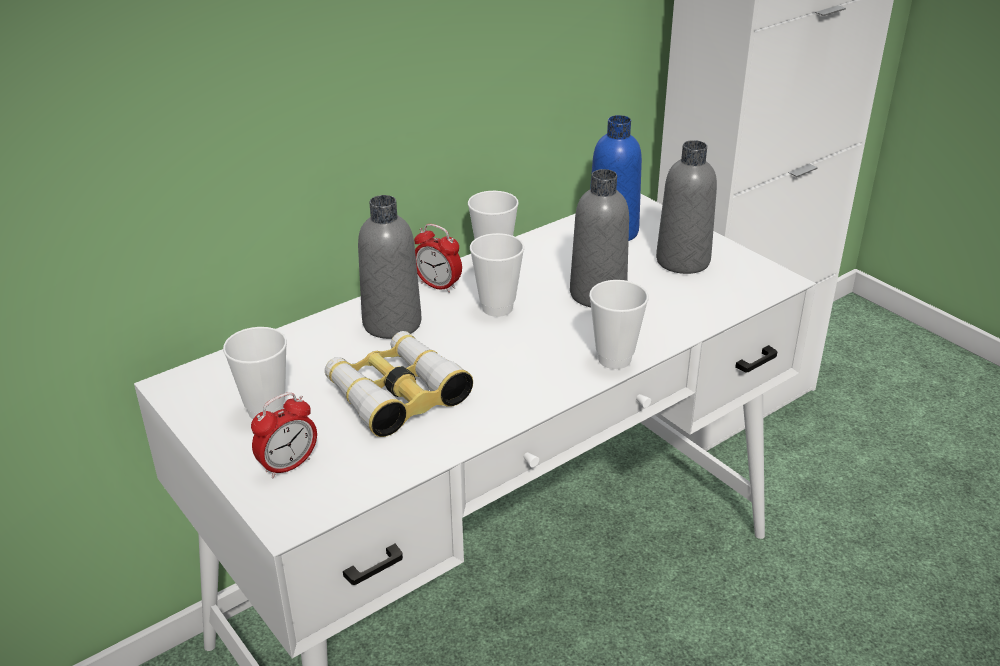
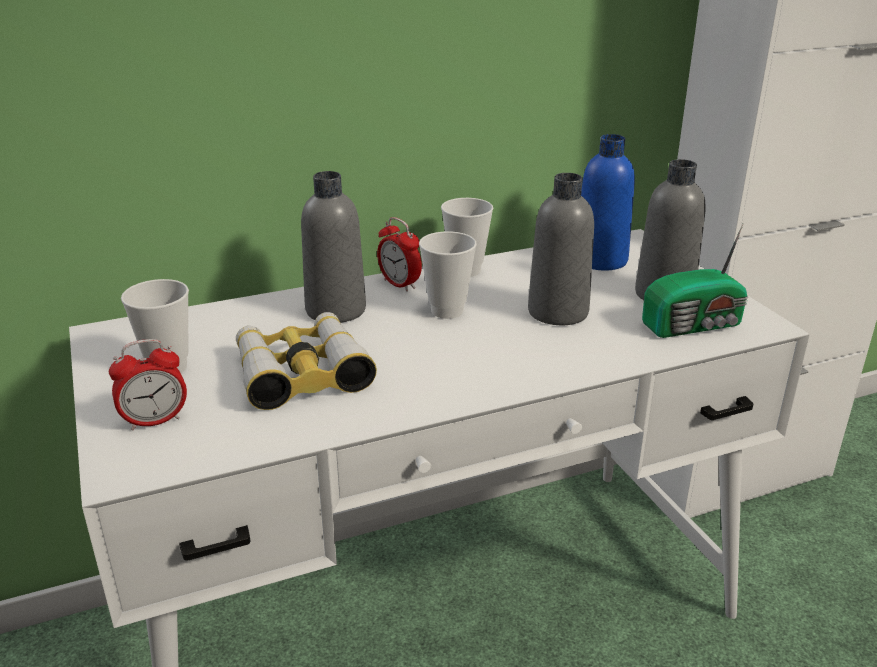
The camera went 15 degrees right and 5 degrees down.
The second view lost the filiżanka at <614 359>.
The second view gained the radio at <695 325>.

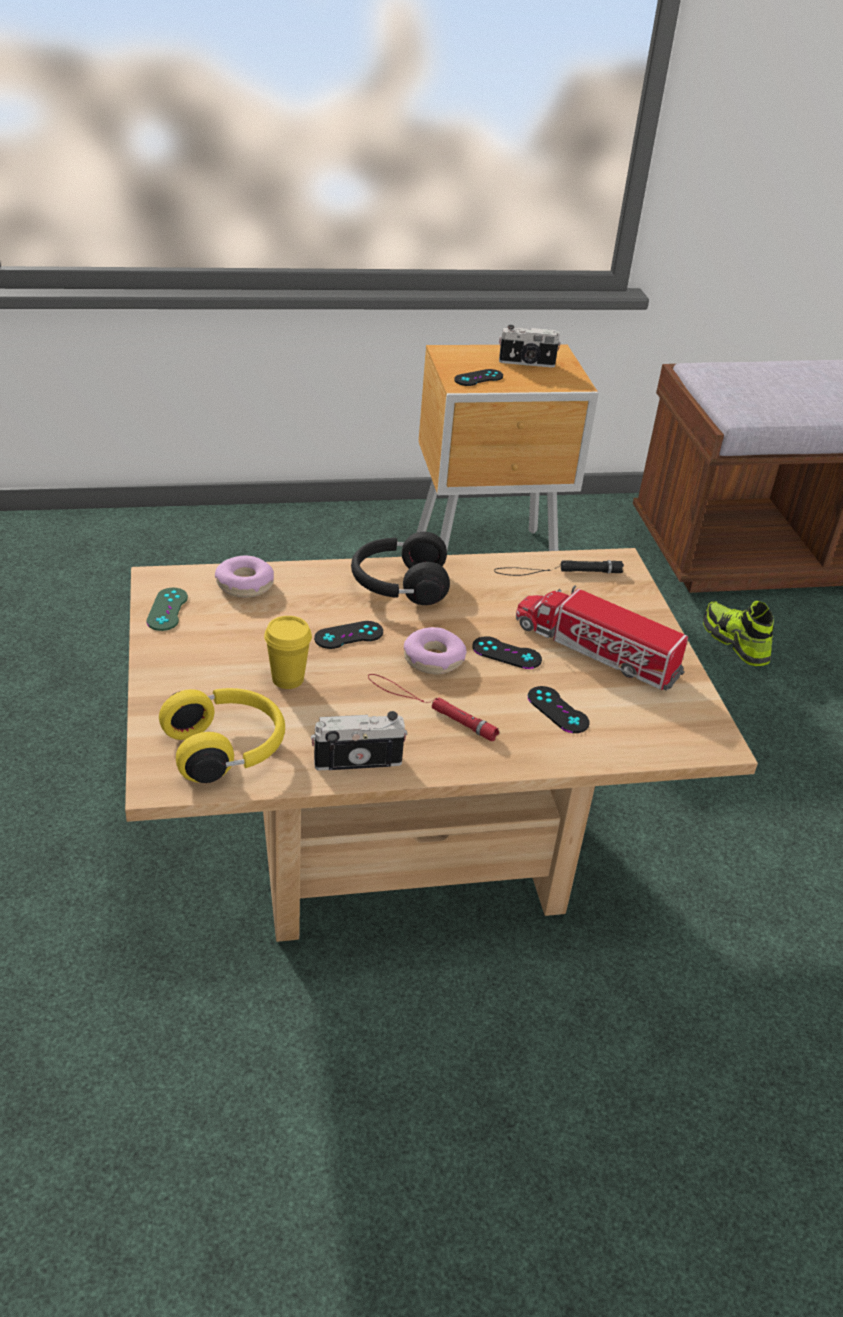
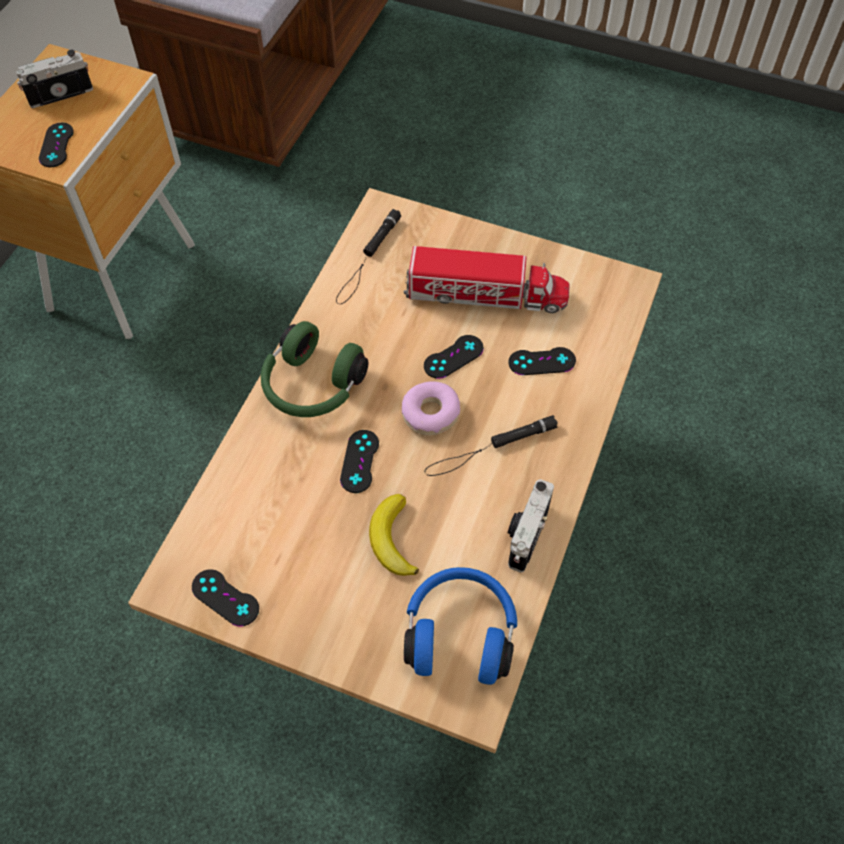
The camera went 55 degrees left and 20 degrees up.
What was the pad do gier (zielony) at <167 609> turned into the pad do gier (czarny) at <225 598>.
What was the słuchawki (żółty) at <226 749> turned into the słuchawki (niebieski) at <460 631>.
The second view lost the donut at <245 584>.
Where the filiżanka (żółty) stood at <288 679>, the banan came to stand at <392 539>.
What was the słuchawki (czarny) at <398 586> turned into the słuchawki (zielony) at <312 386>.
What was the latarka (czerwony) at <430 707> turned into the latarka (czarny) at <490 449>.
The aparat fotograficzny at <527 363> ended up facing another way, 150 degrees counterclockwise from before.
The ciężarówka zabawkowa at <595 650> ended up facing another way, 150 degrees counterclockwise from before.
The second view lost the but at <734 642>.

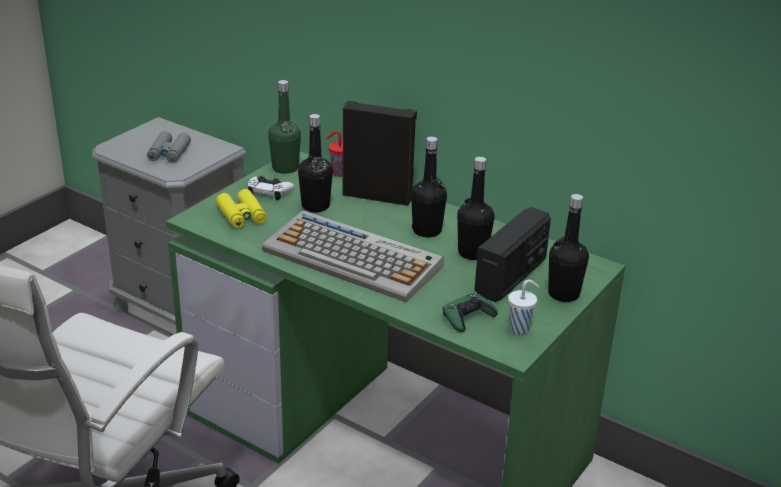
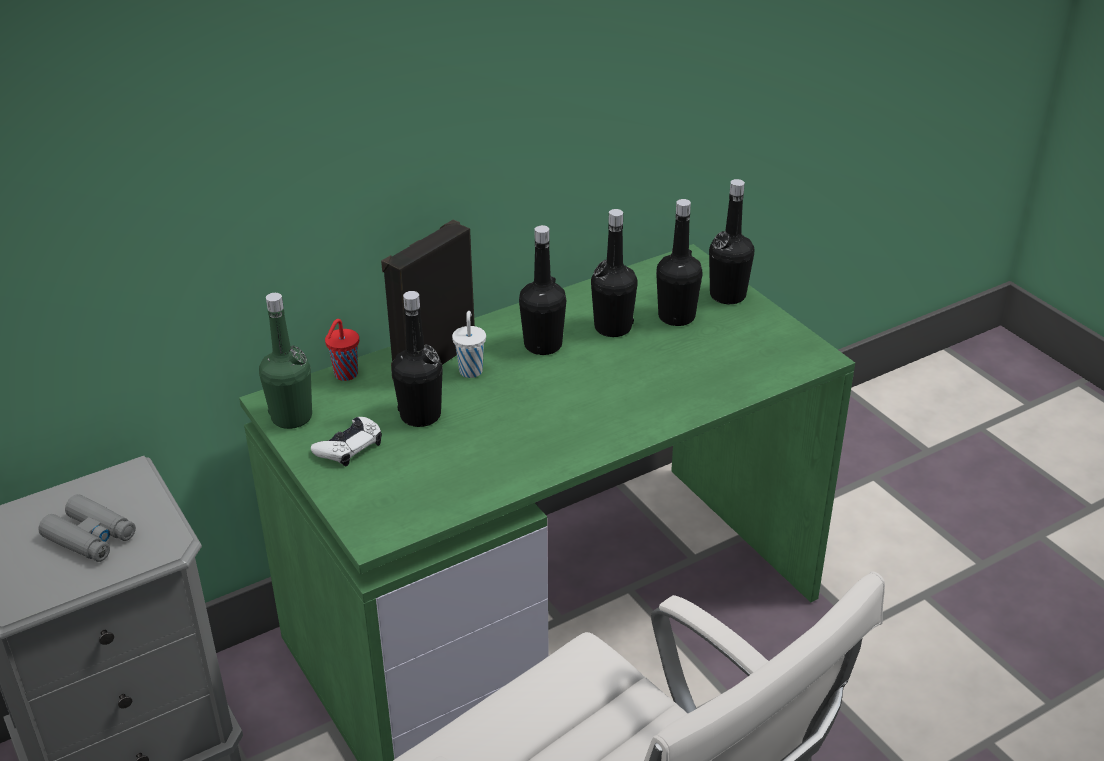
The camera went 65 degrees left and 5 degrees up.
The second view lost the lornetka (żółty) at <242 215>.
The second view lost the klawiatura at <354 258>.
The second view lost the pad do gier (zielony) at <468 317>.
Where the radio stood at <511 276>, the butelka (czarny) came to stand at <676 317>.
The filiżanka (biały) ended up elsewhere, having gone from <520 329> to <471 370>.

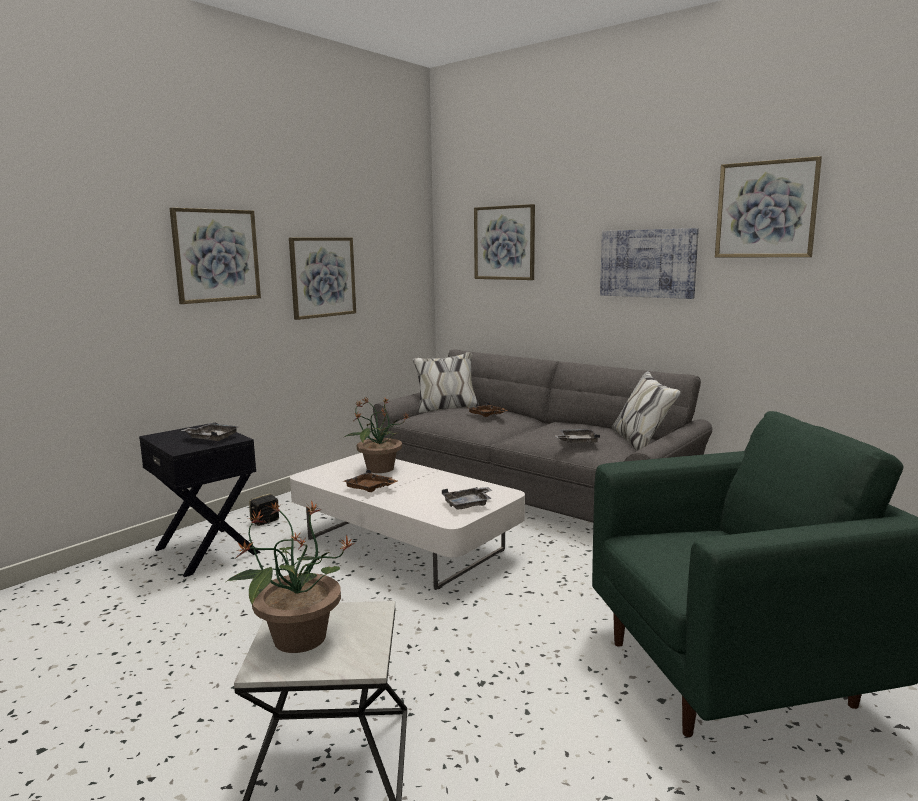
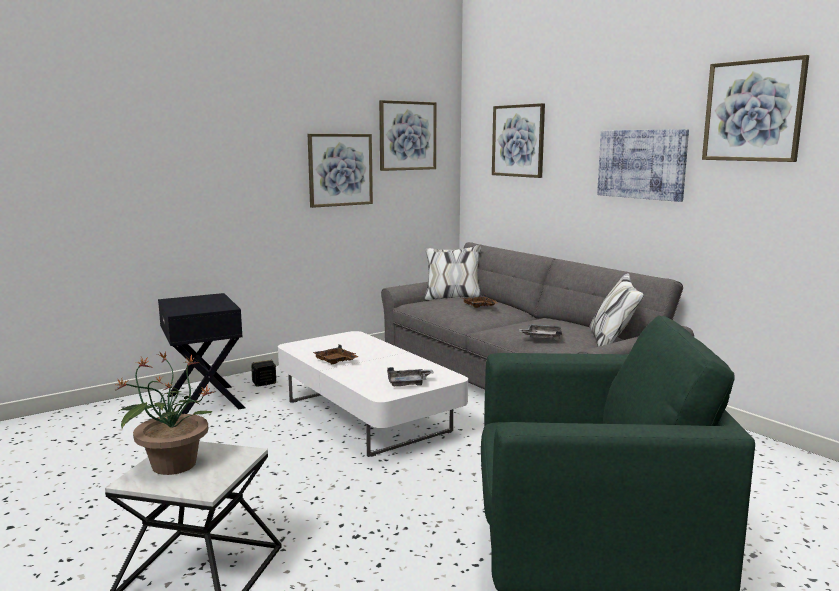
The camera went 15 degrees right and 0 degrees up.
The obraz ended up elsewhere, having gone from <216 255> to <407 136>.
The second view lost the taca (szary) at <212 438>.
The second view lost the roślina doniczkowa at <379 469>.

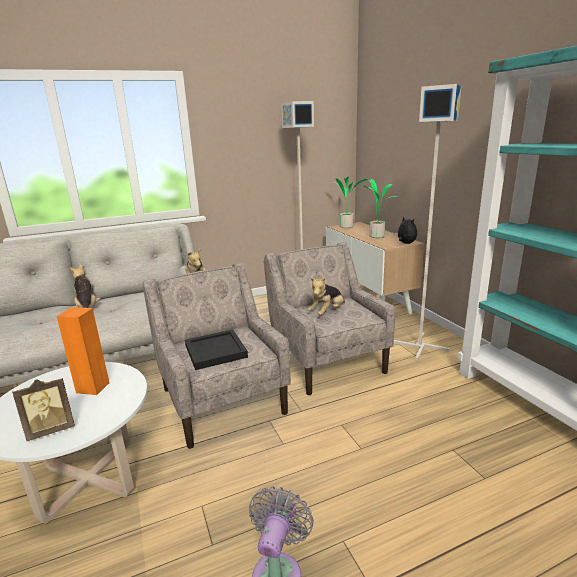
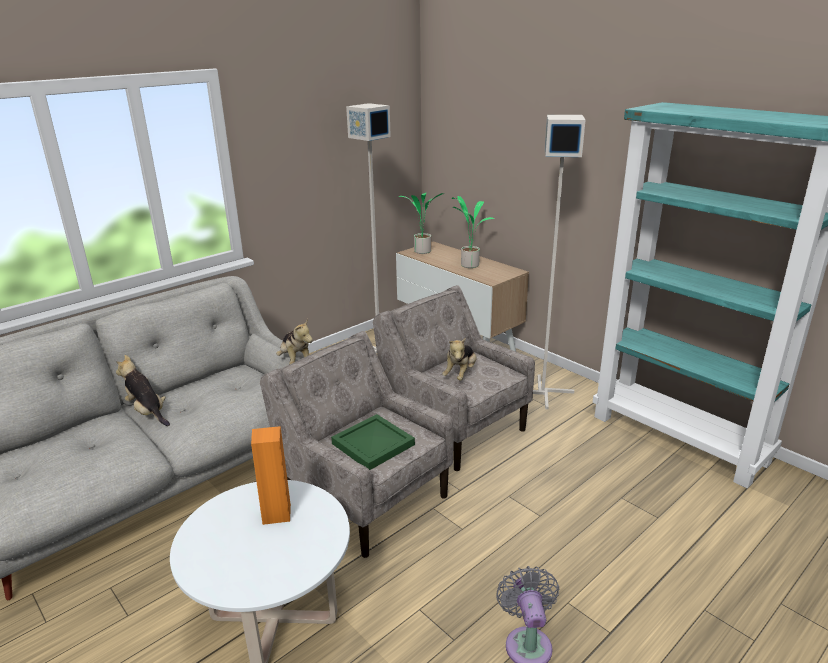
The camera went 20 degrees left and 5 degrees up.
The second view lost the ramka na zdjęcie at <51 429>.
What was the taca (czarny) at <214 351> turned into the taca (zielony) at <371 444>.
The second view lost the pluszak at <405 243>.

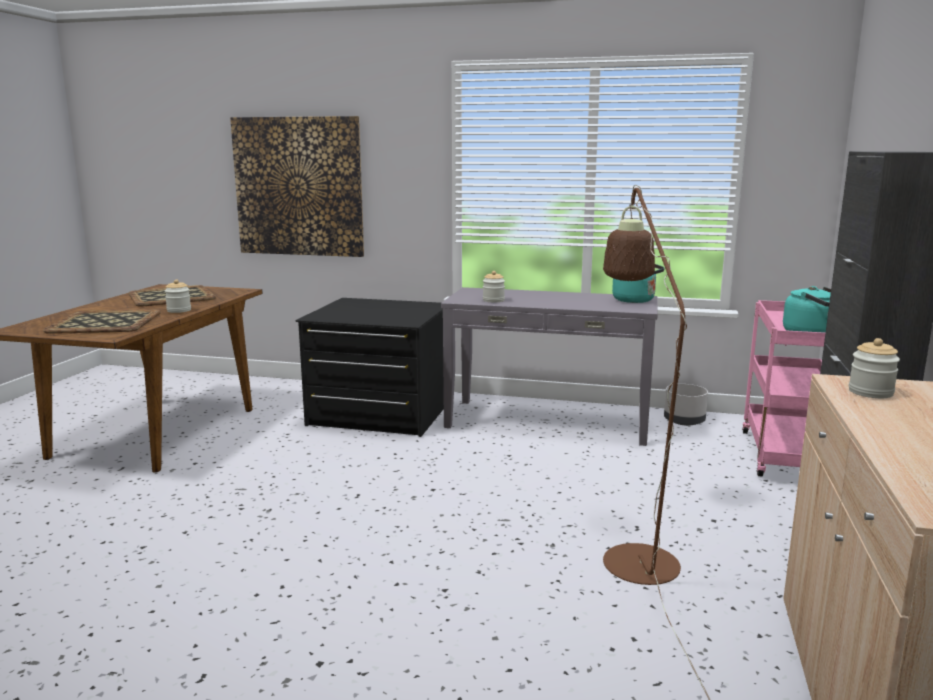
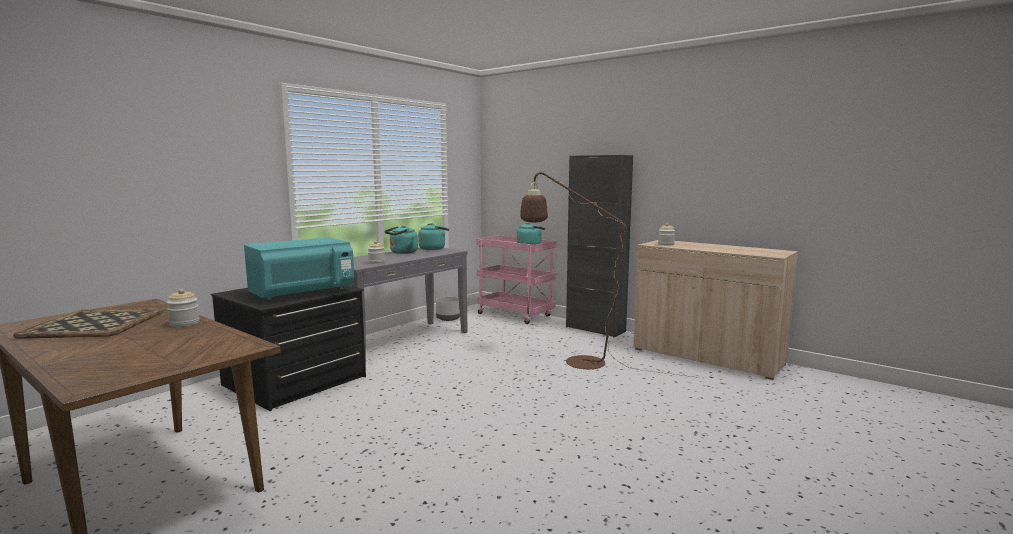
The camera went 65 degrees left and 5 degrees down.
The second view lost the taca at <104 323>.
The second view lost the obraz at <298 187>.
The second view gained the mikrofalówka (turkusowy) at <302 293>.
The second view gained the czajnik (turkusowy) at <402 252>.

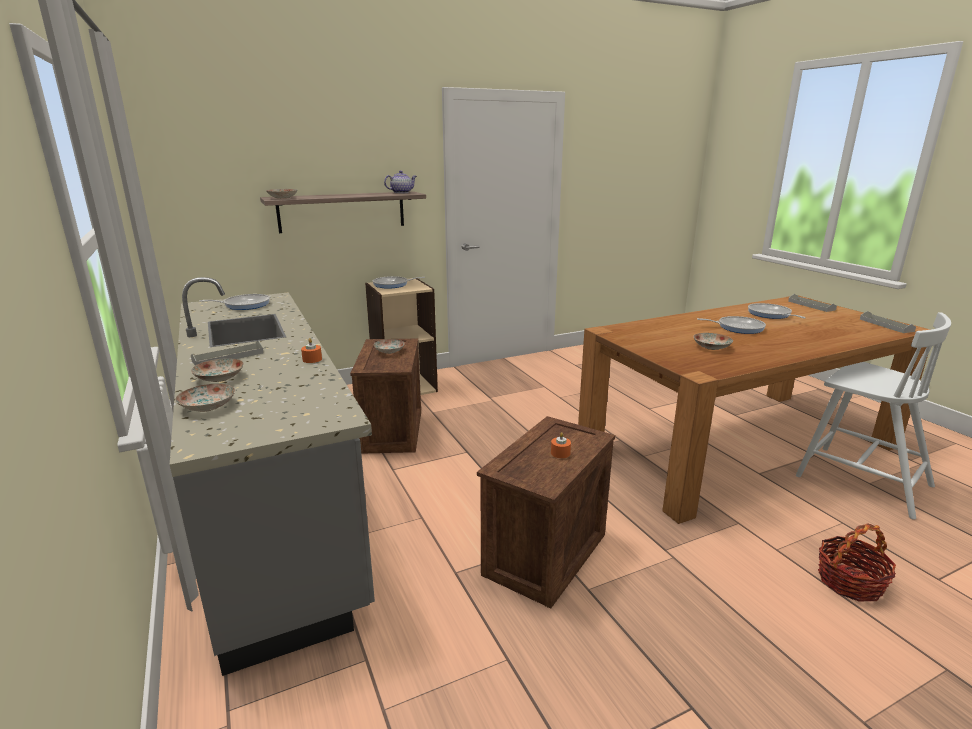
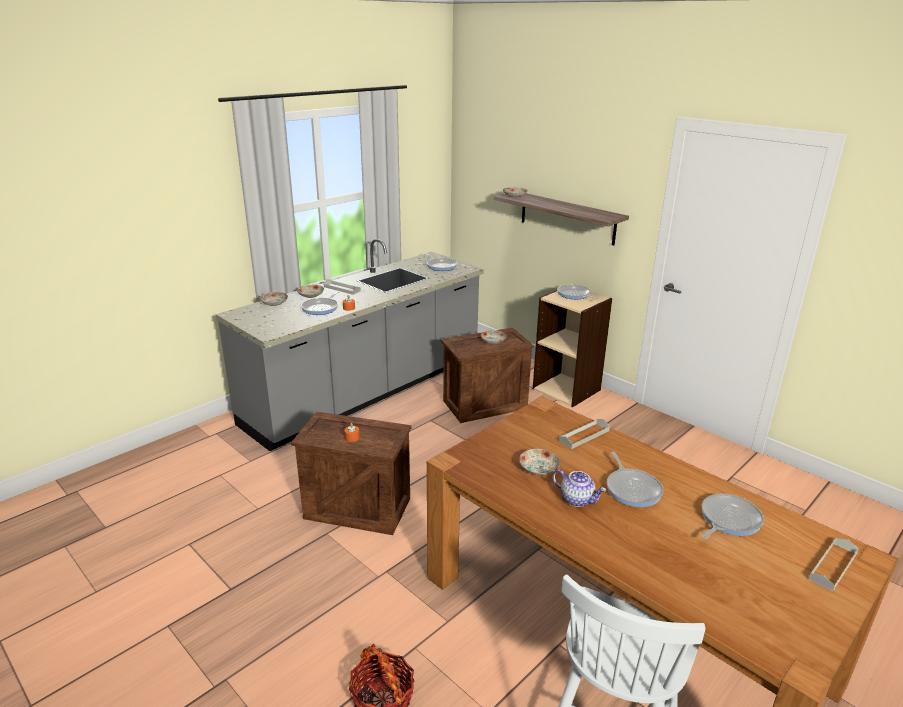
The camera went 70 degrees right and 5 degrees up.
The imbryk ended up elsewhere, having gone from <401 192> to <577 499>.
The taca (szary) ended up elsewhere, having gone from <886 325> to <584 436>.
The second view gained the patelnia at <321 308>.

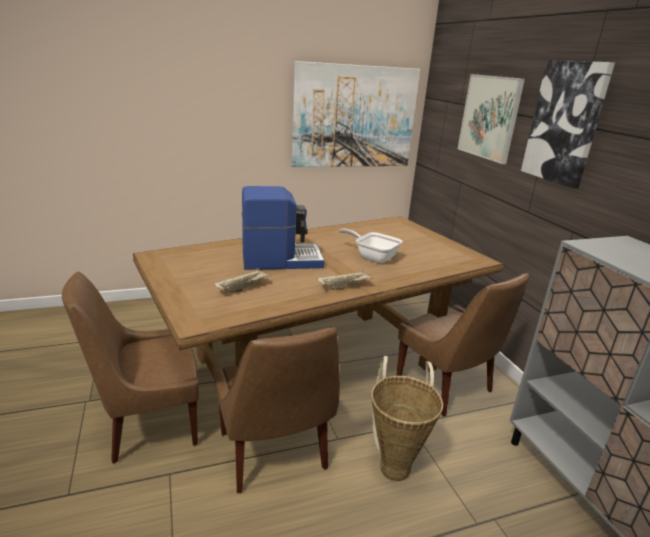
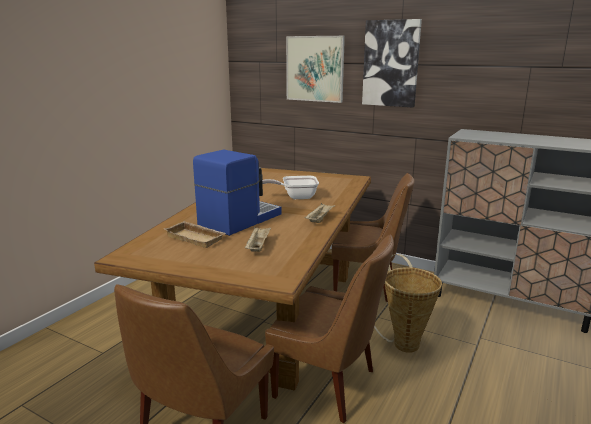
The camera went 40 degrees left and 5 degrees down.
The second view lost the obraz at <354 117>.
The second view gained the taca (beżowy) at <197 238>.

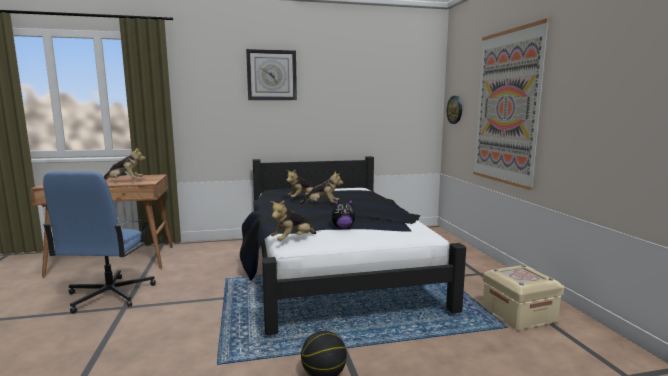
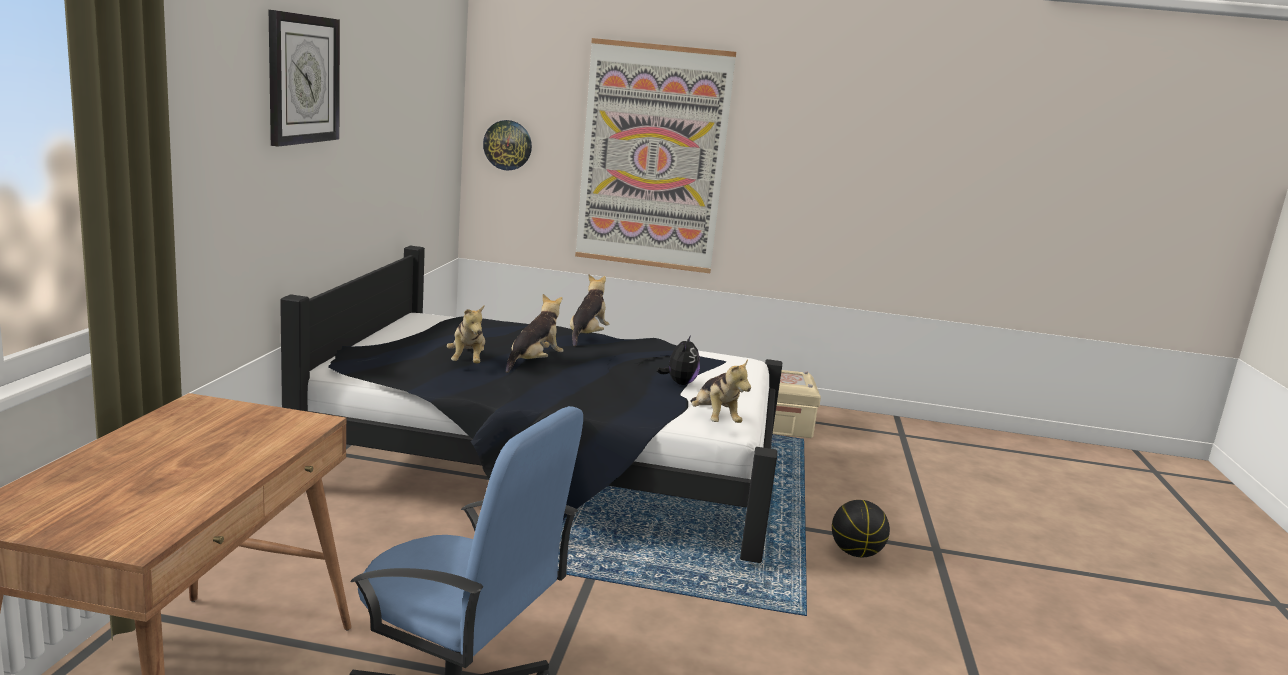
The camera went 70 degrees left and 5 degrees up.
The pluszak ended up elsewhere, having gone from <124 182> to <587 336>.

